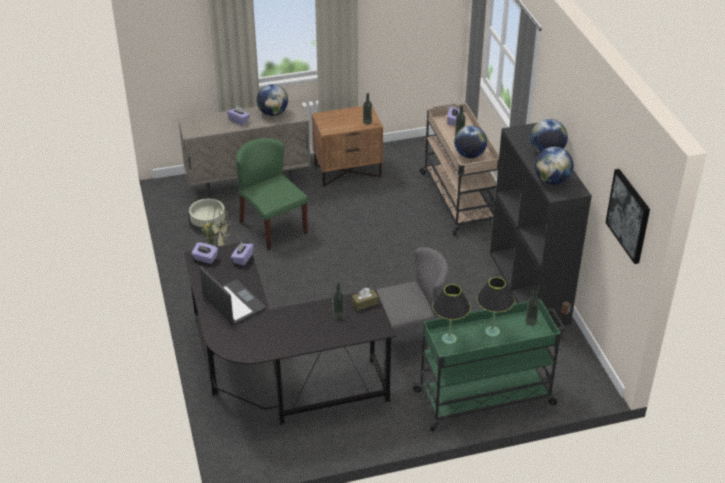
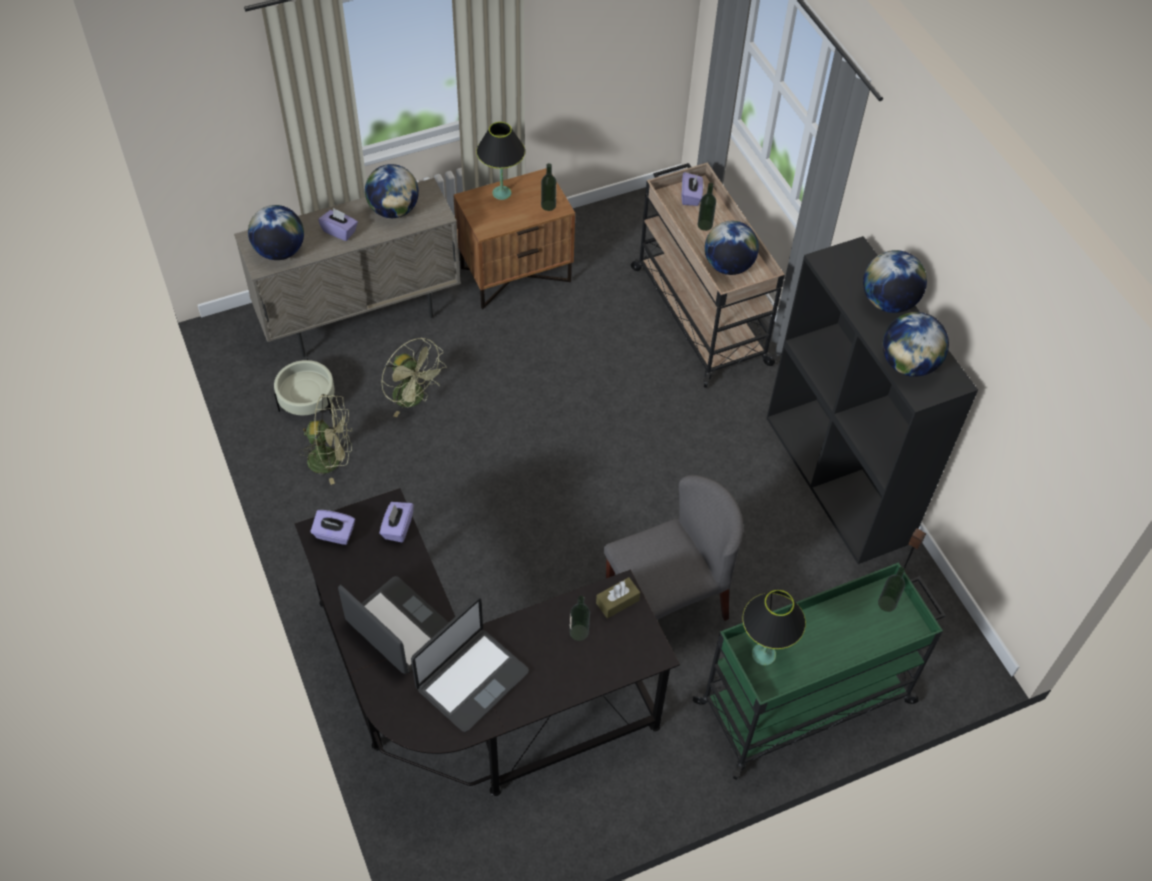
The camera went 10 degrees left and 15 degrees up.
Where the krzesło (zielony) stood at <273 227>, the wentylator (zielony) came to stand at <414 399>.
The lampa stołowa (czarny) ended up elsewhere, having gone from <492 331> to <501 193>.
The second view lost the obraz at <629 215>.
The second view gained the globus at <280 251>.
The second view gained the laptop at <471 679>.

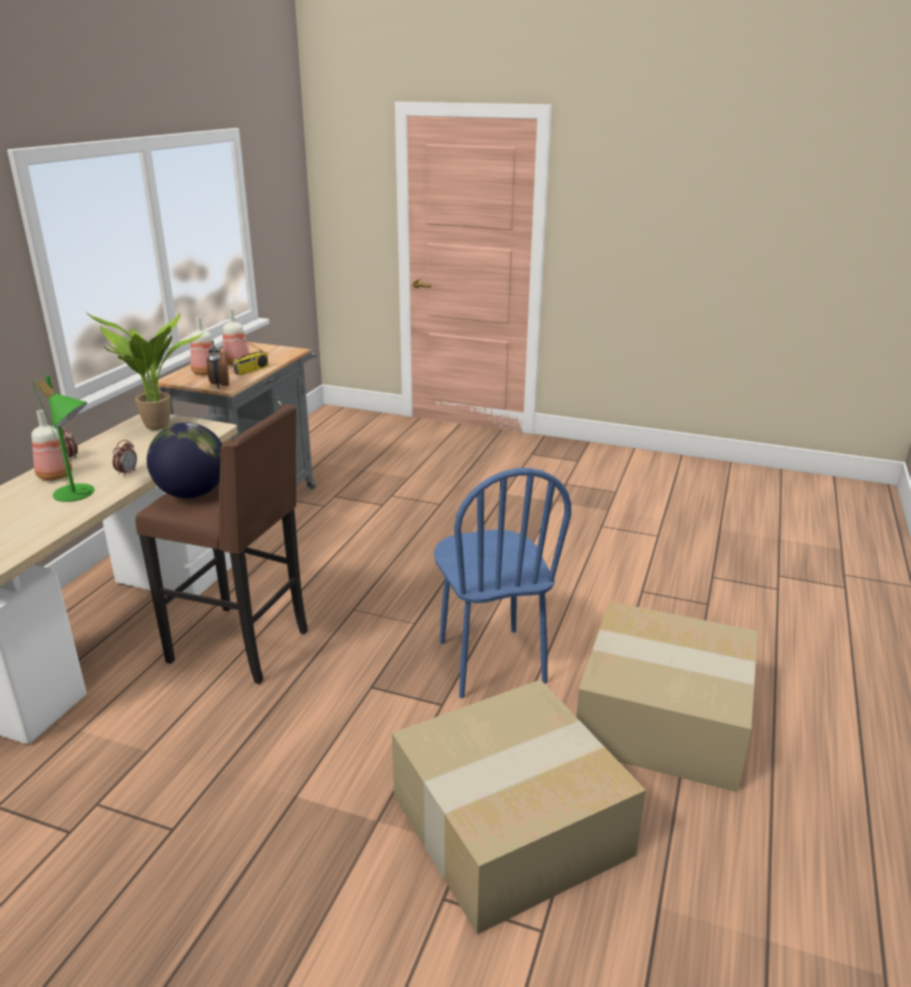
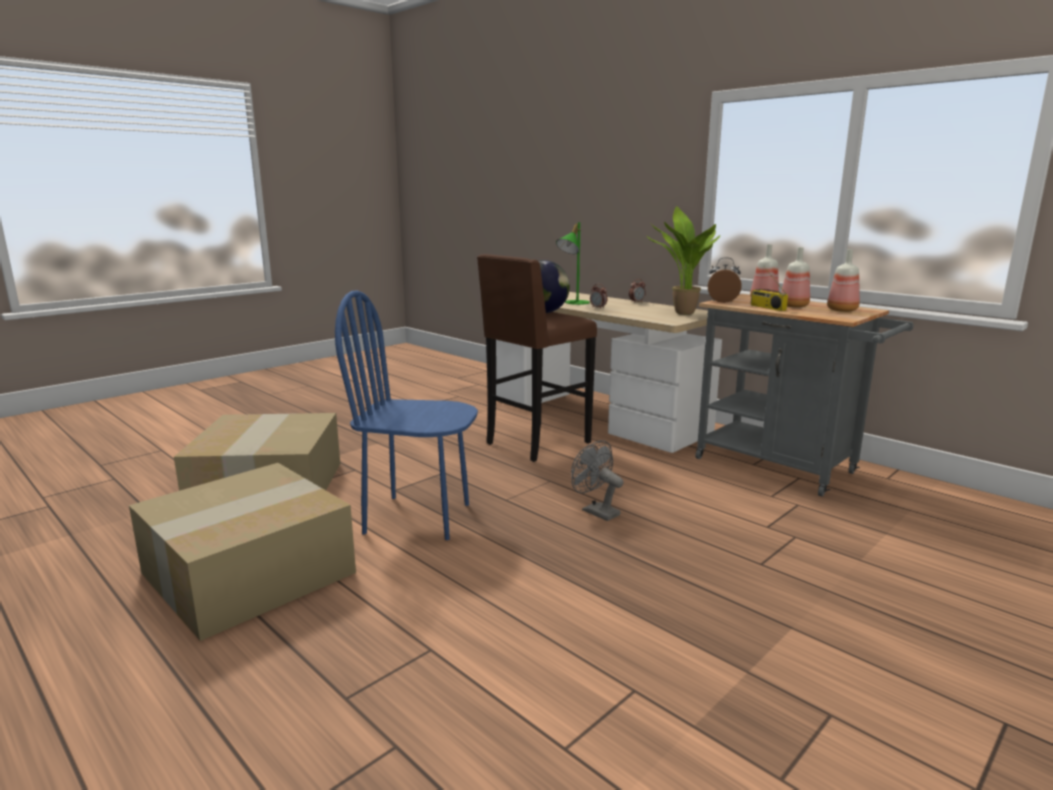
The camera went 115 degrees right and 10 degrees down.
The butelka ended up elsewhere, having gone from <54 475> to <842 310>.
The second view gained the wentylator (szary) at <595 511>.

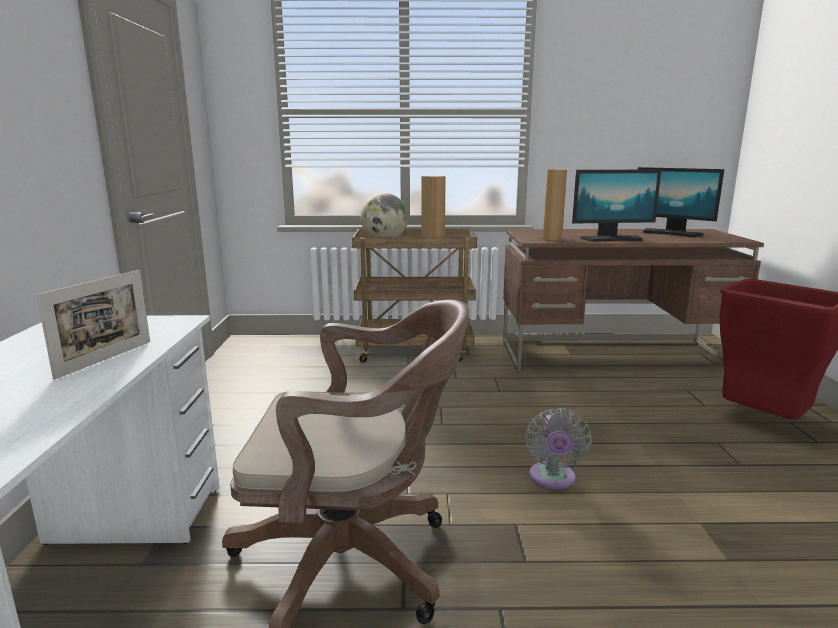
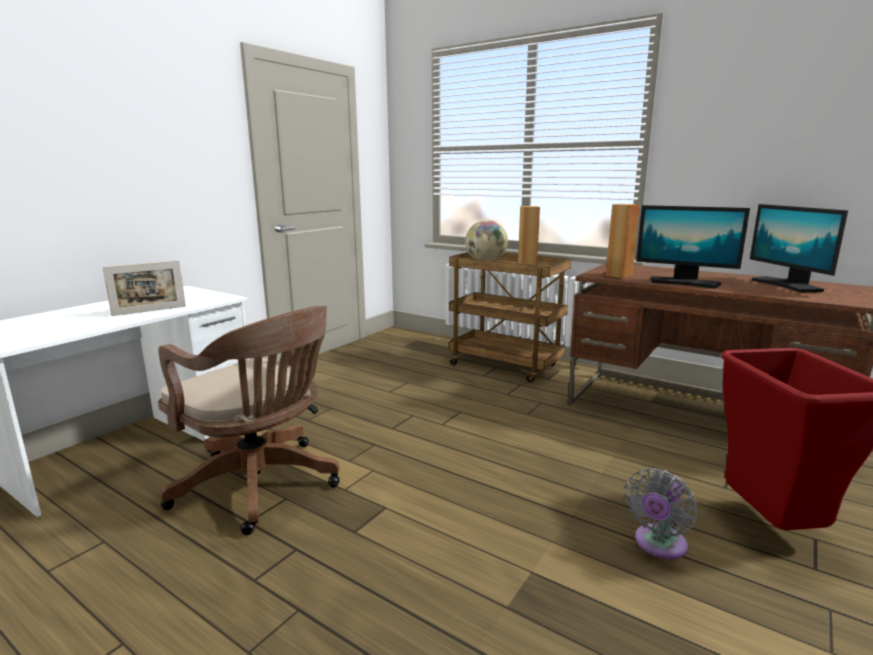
The camera went 35 degrees right and 0 degrees up.
The wentylator (szary) ended up elsewhere, having gone from <552 479> to <658 545>.

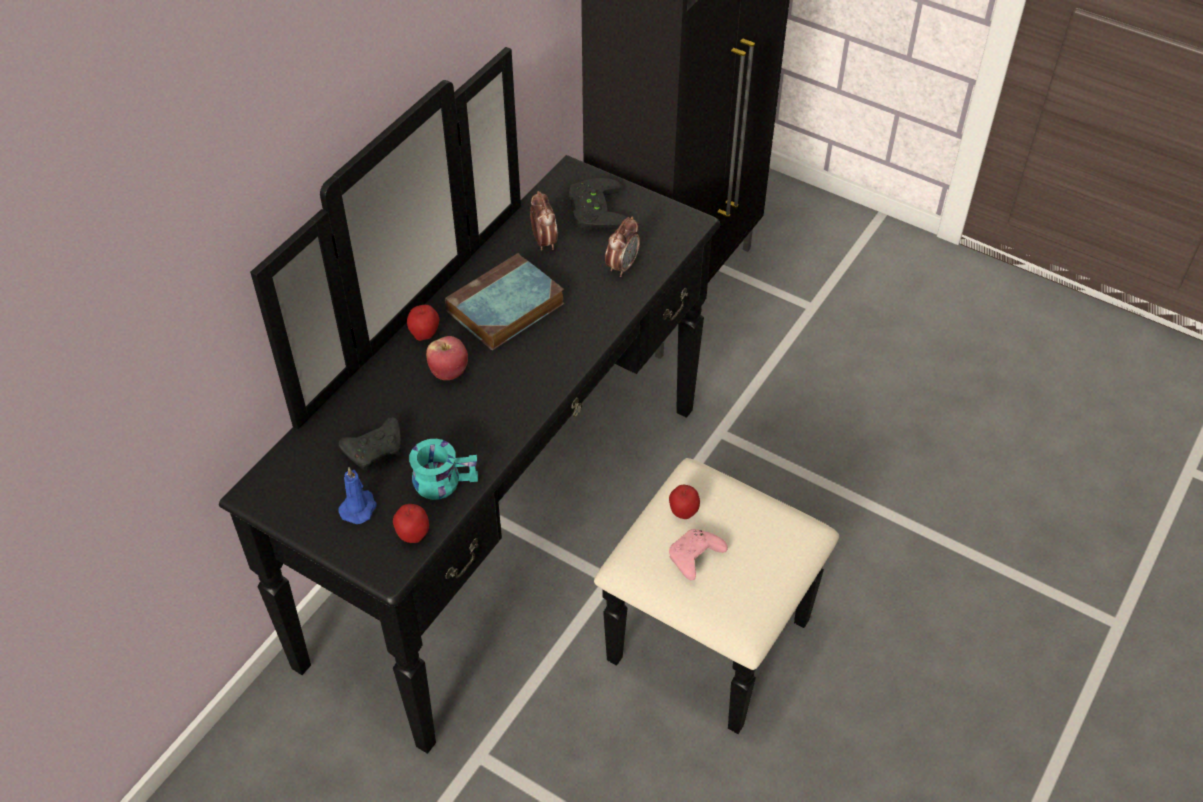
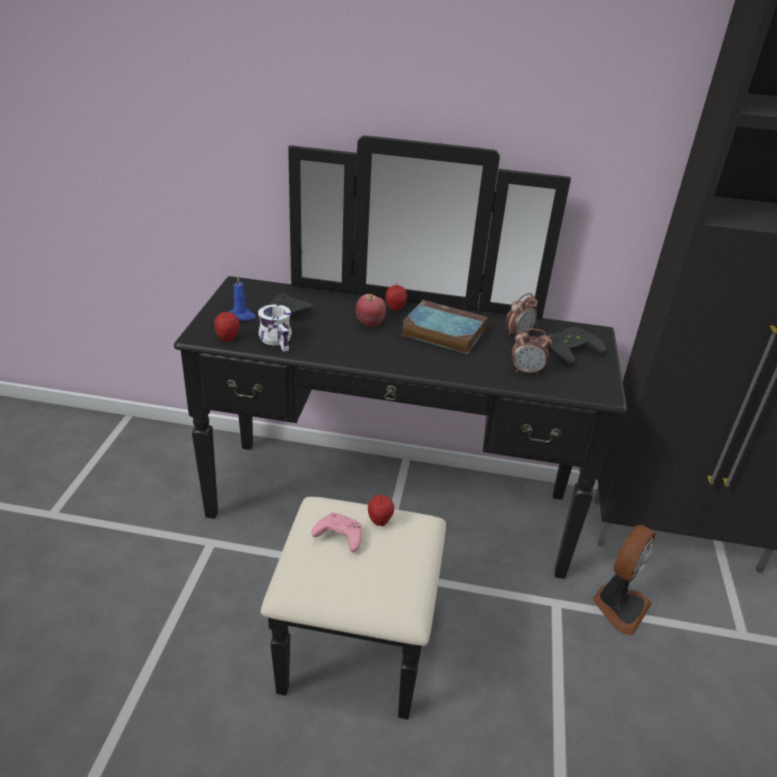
The camera went 65 degrees right and 15 degrees down.
What was the kubek (turkusowy) at <444 478> turned into the kubek (biały) at <279 339>.
The second view gained the wentylator at <619 606>.

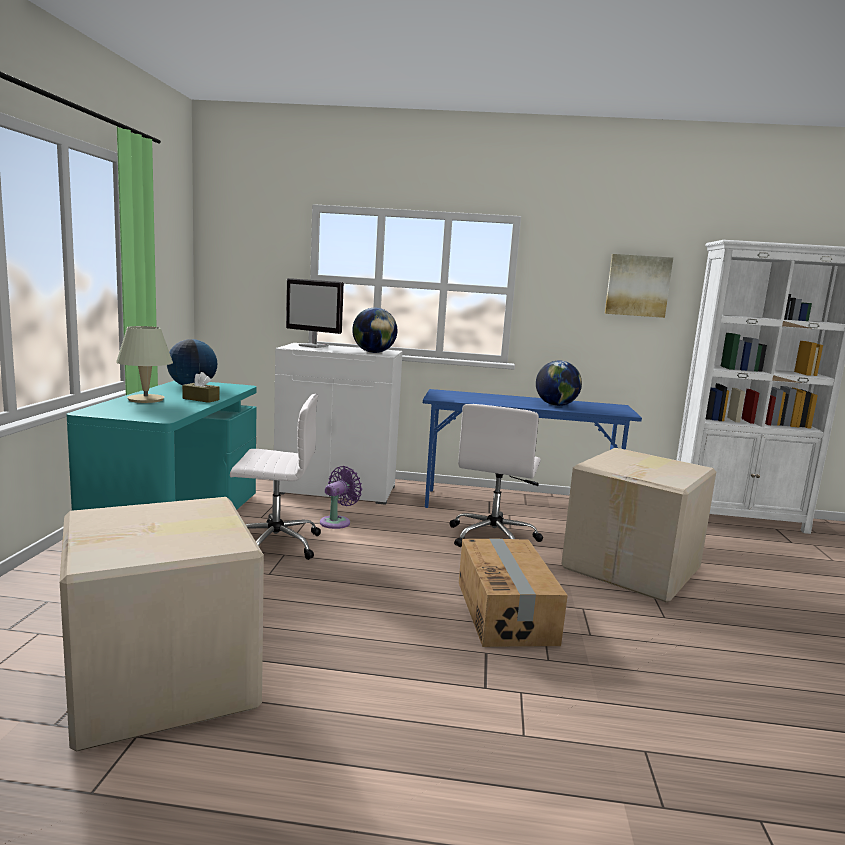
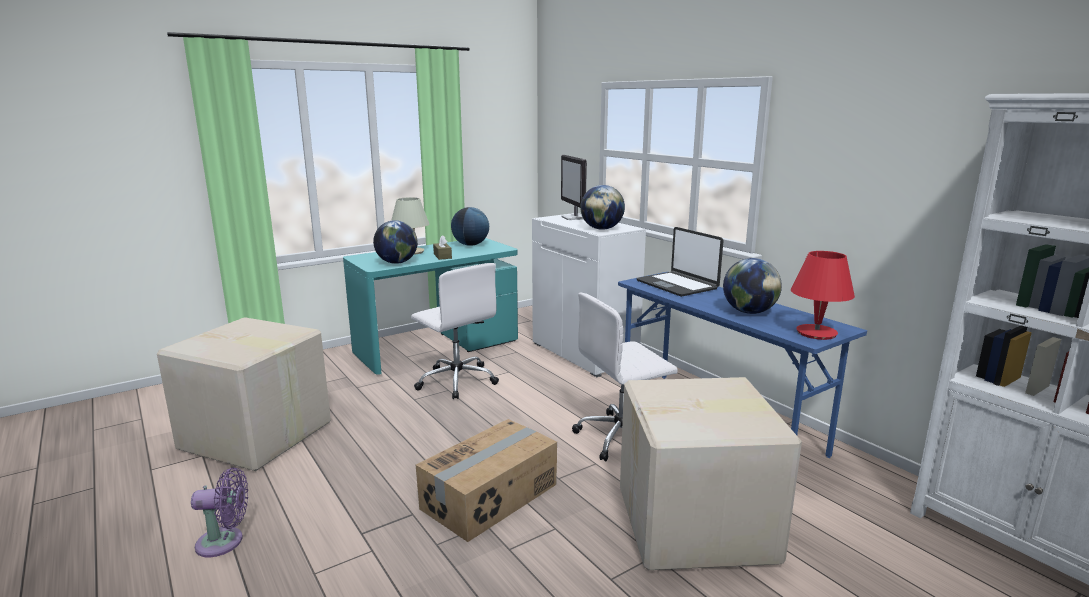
The camera went 50 degrees right and 5 degrees up.
The wentylator (fioletowy) ended up elsewhere, having gone from <337 522> to <224 542>.
The second view lost the obraz at <637 285>.
The second view gained the globus at <397 262>.
The second view gained the laptop at <677 285>.
The second view gained the lampa stołowa (czerwony) at <816 333>.

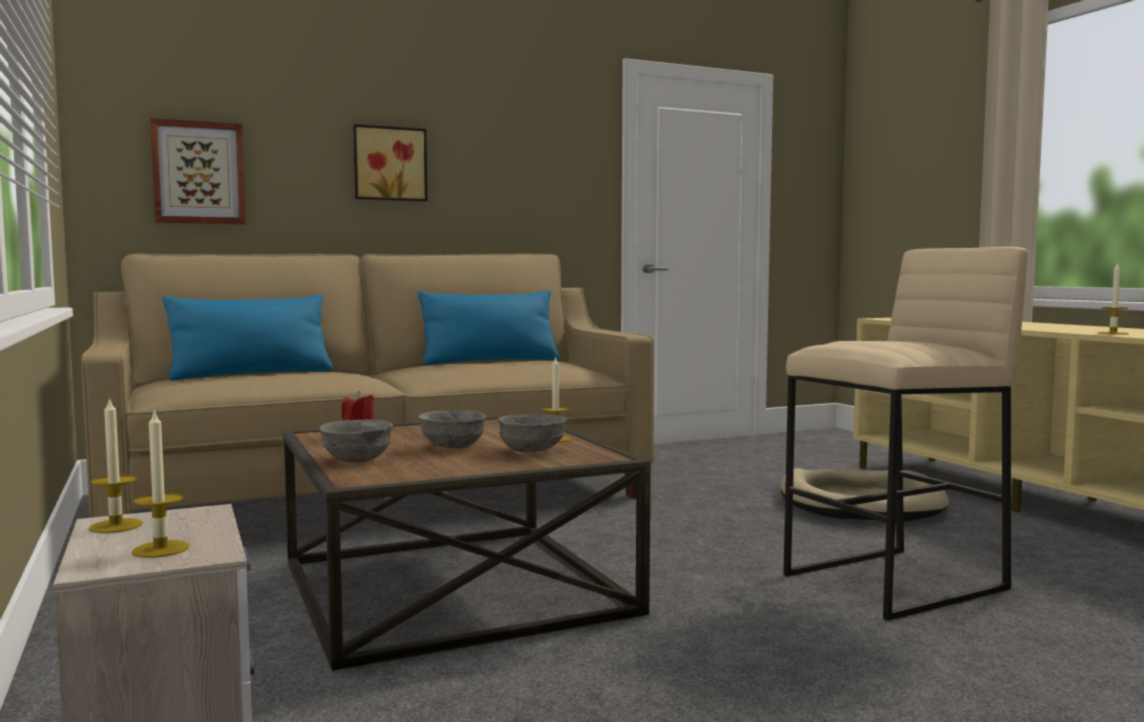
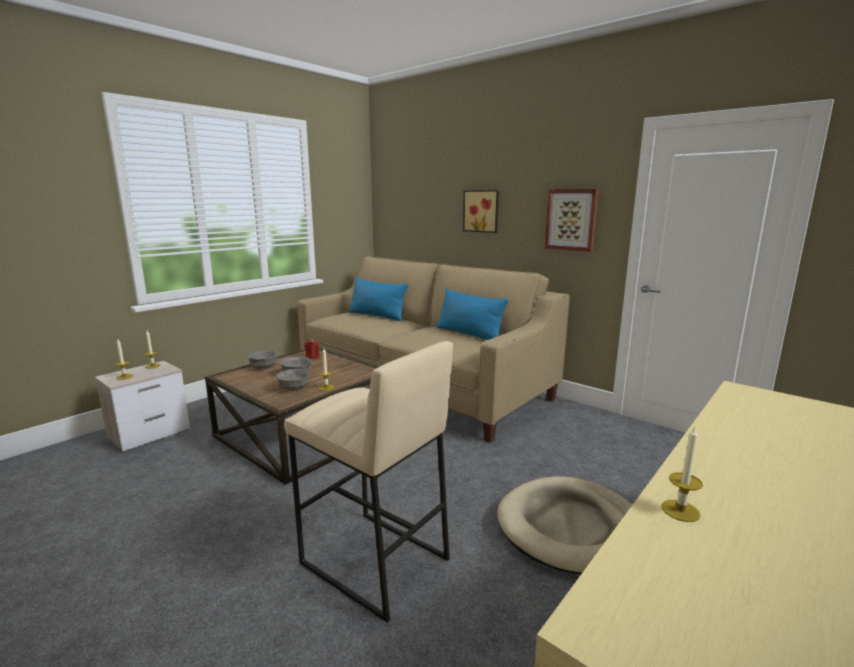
The camera went 65 degrees right and 10 degrees up.
The obraz ended up elsewhere, having gone from <198 173> to <571 219>.

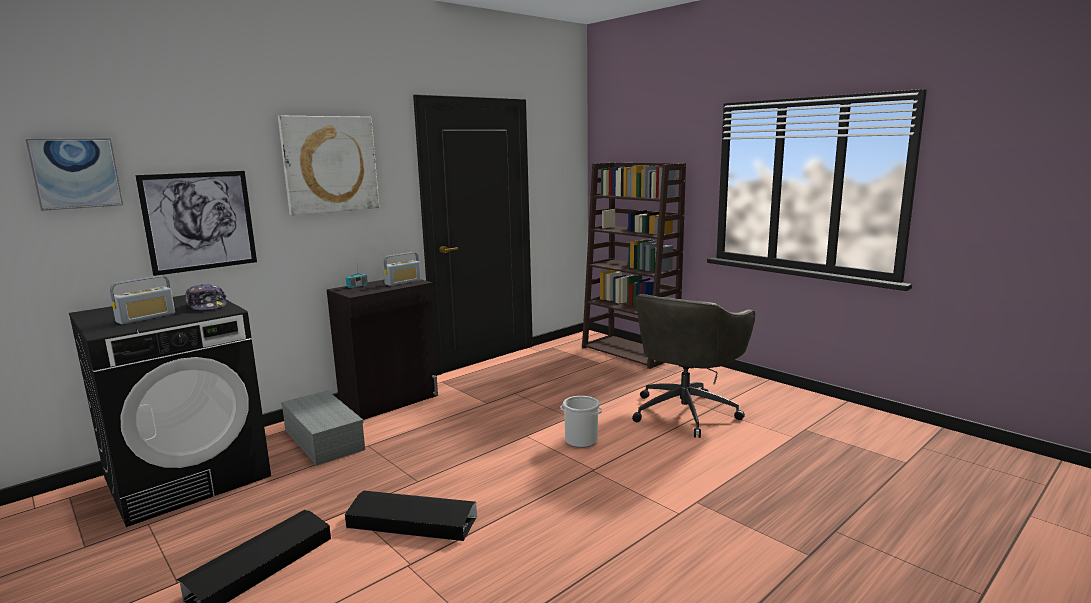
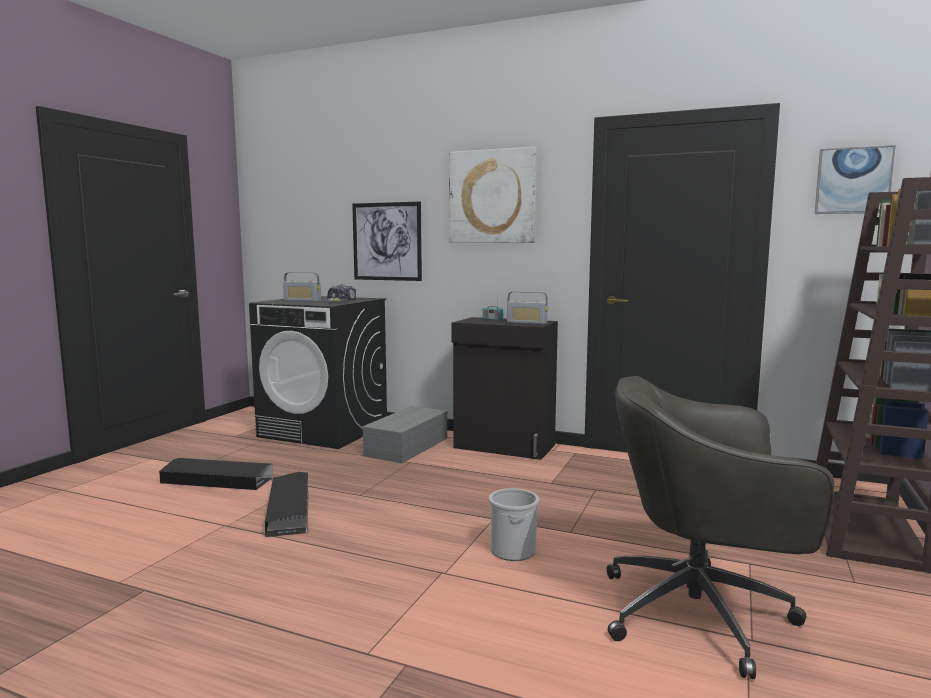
The camera went 65 degrees right and 5 degrees down.
The obraz ended up elsewhere, having gone from <76 173> to <853 180>.

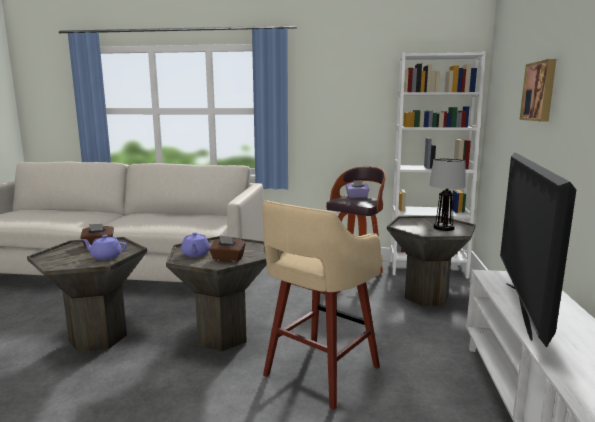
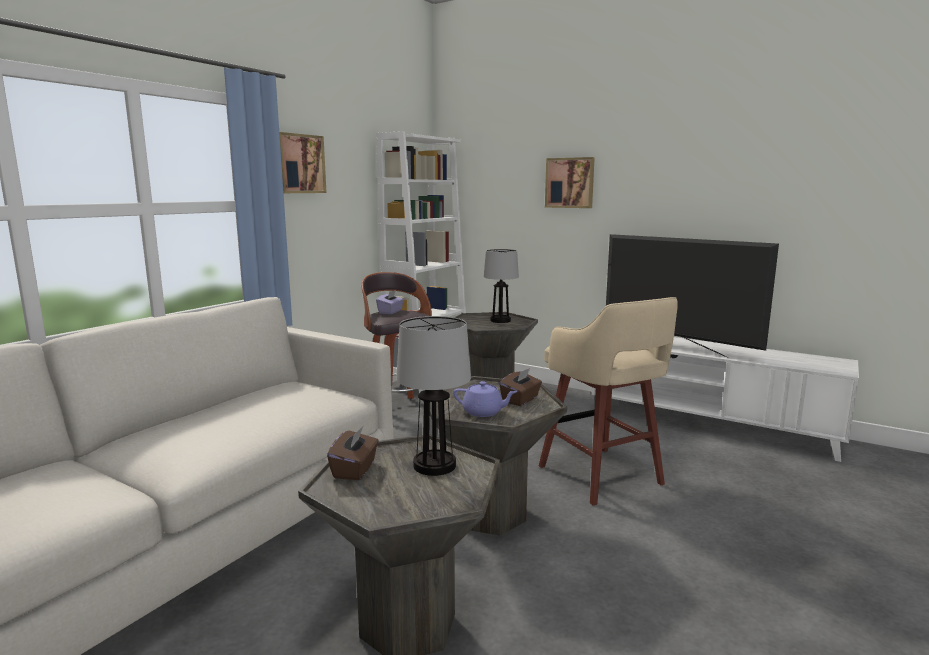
The camera went 65 degrees left and 0 degrees up.
Where the imbryk (fioletowy) stood at <105 256>, the lampa stołowa came to stand at <435 465>.
The second view gained the obraz at <299 164>.

